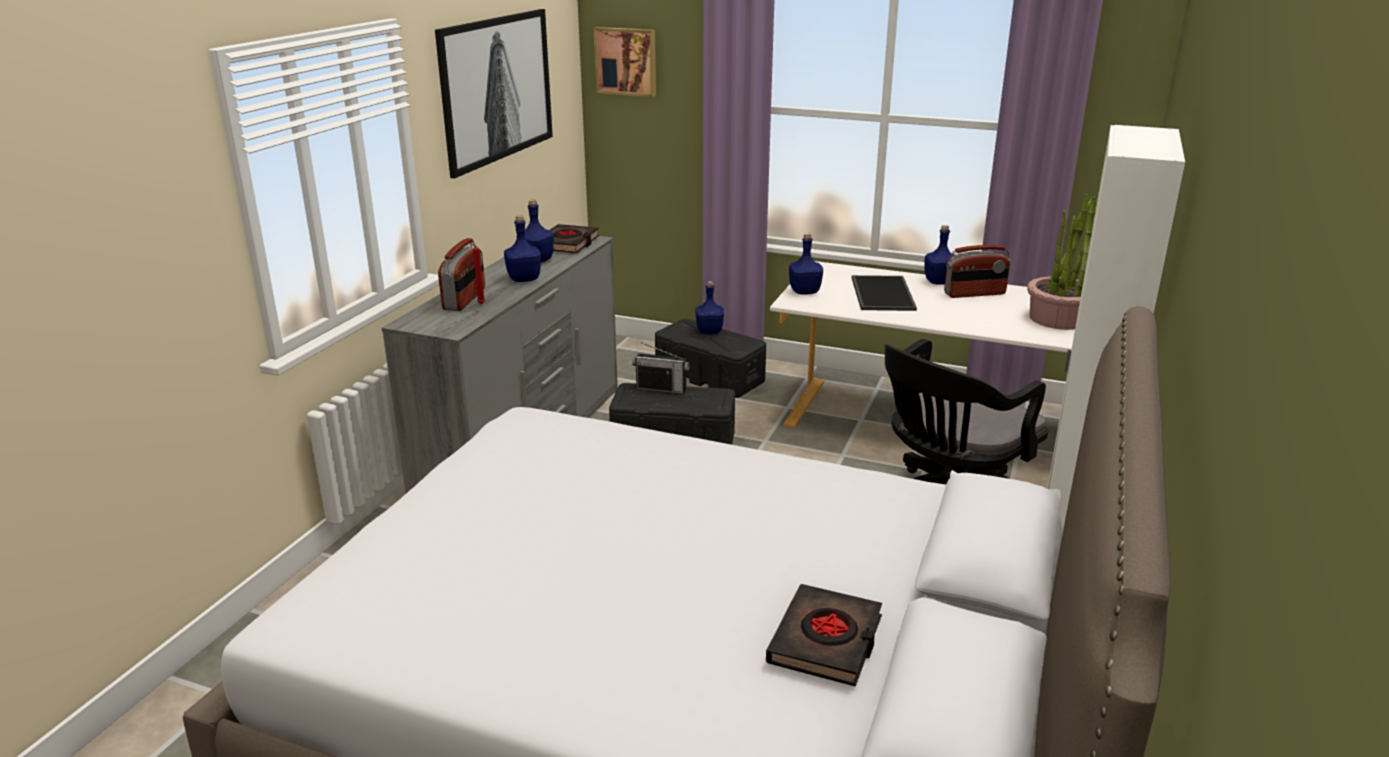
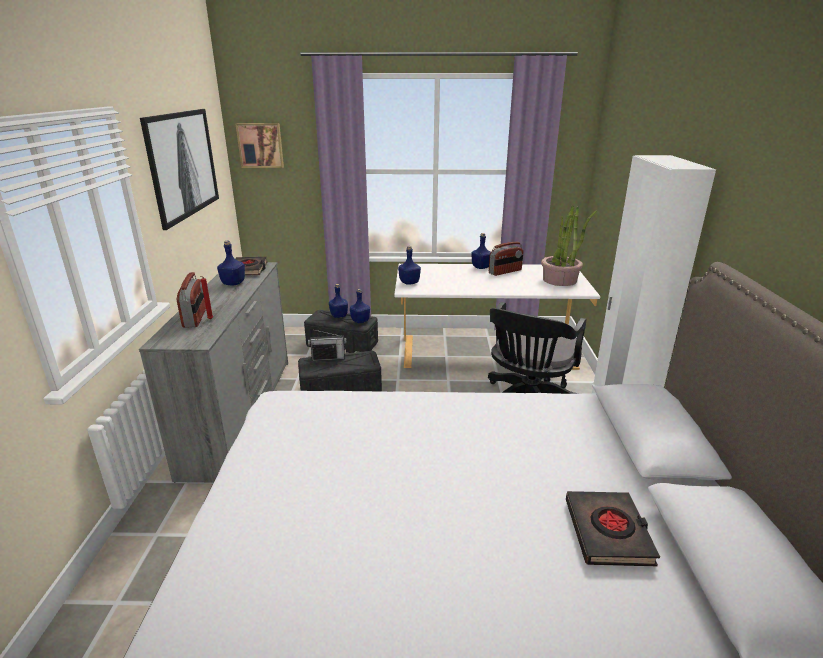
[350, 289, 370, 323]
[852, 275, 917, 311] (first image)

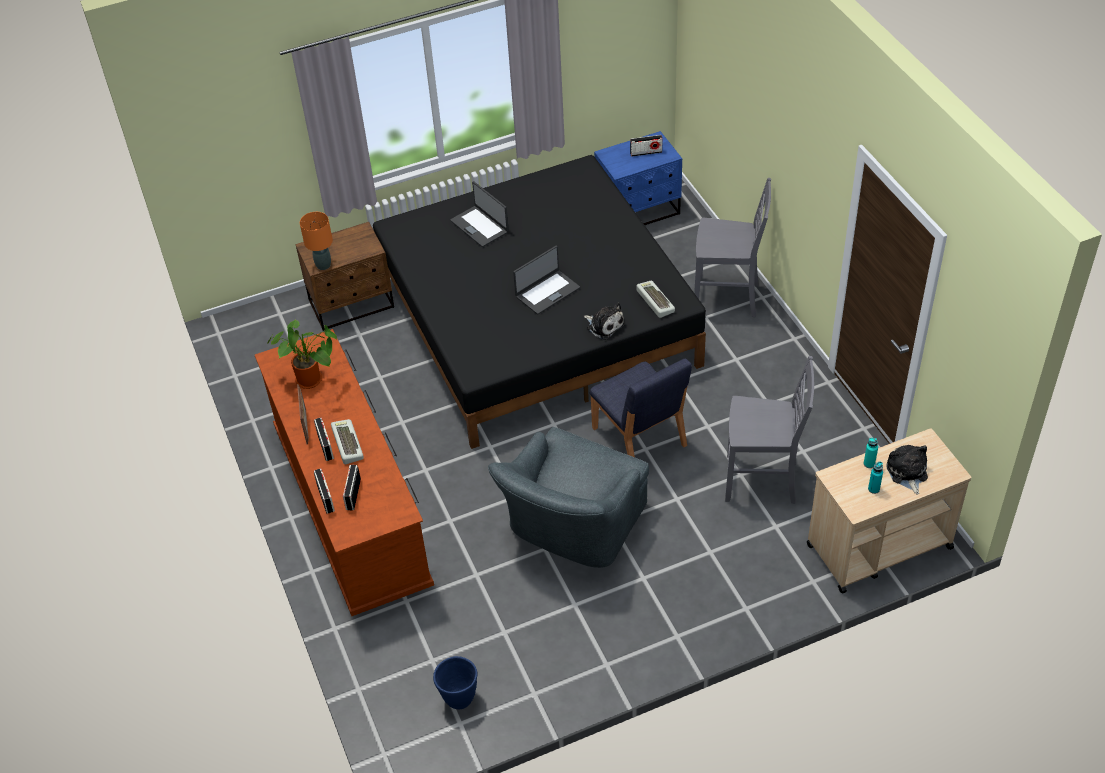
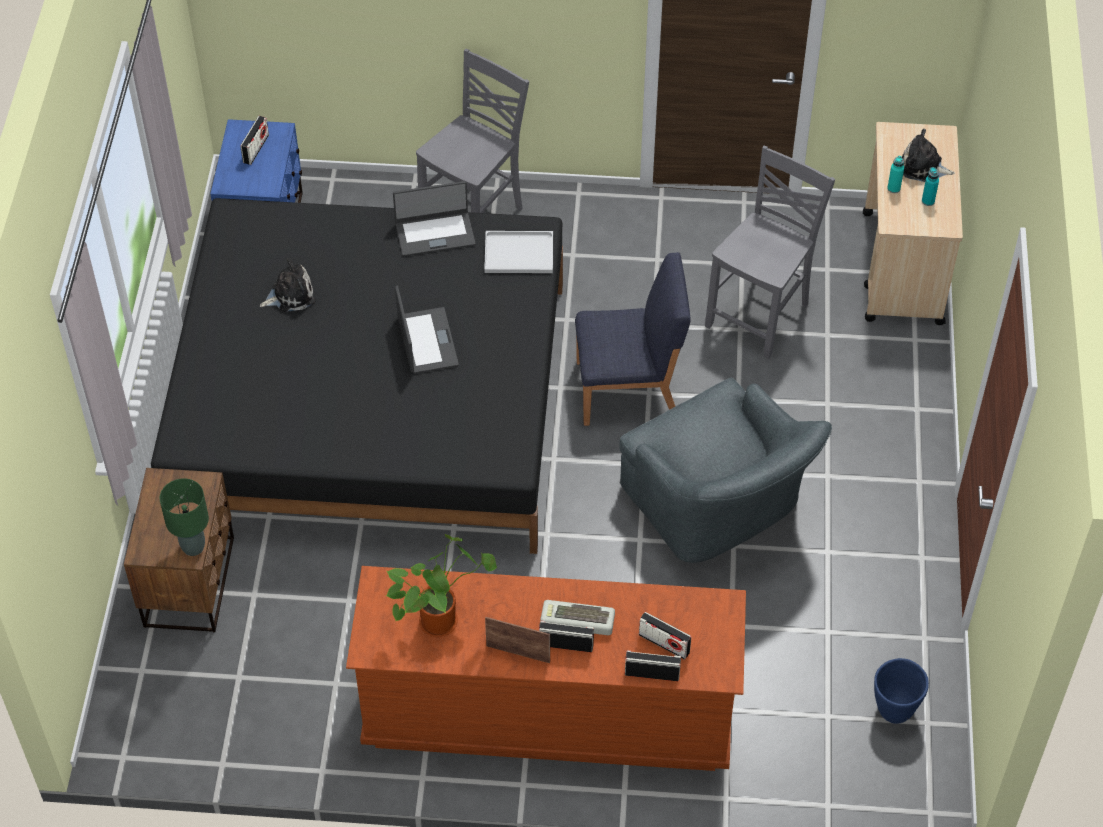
[159, 478, 209, 556]
[393, 181, 476, 256]
[260, 258, 315, 312]
[484, 231, 553, 273]

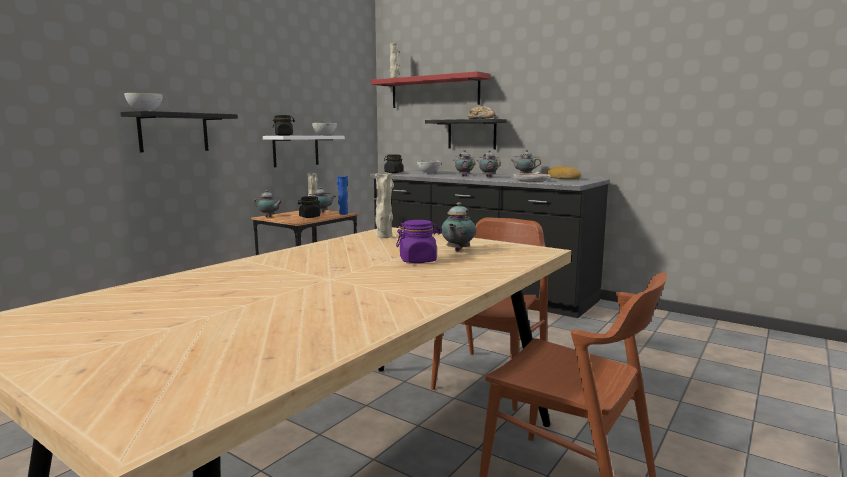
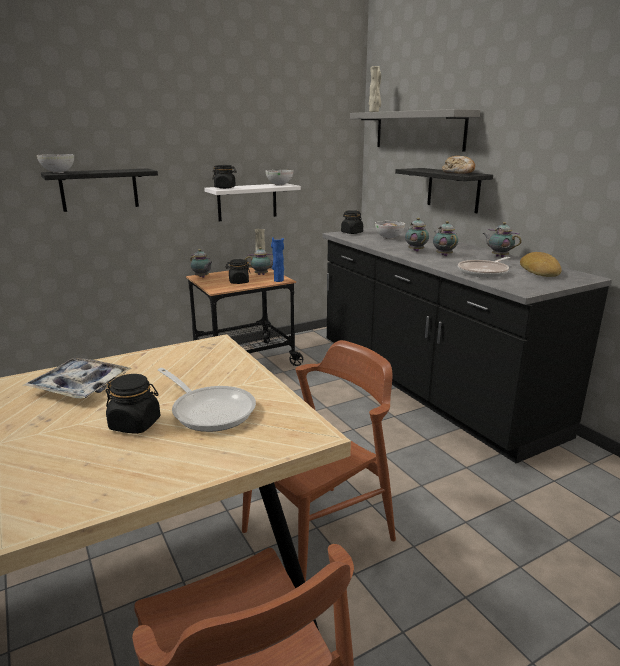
[350, 109, 480, 152]
[375, 173, 394, 238] (first image)
[106, 374, 160, 434]
[158, 368, 256, 432]
[24, 358, 131, 399]

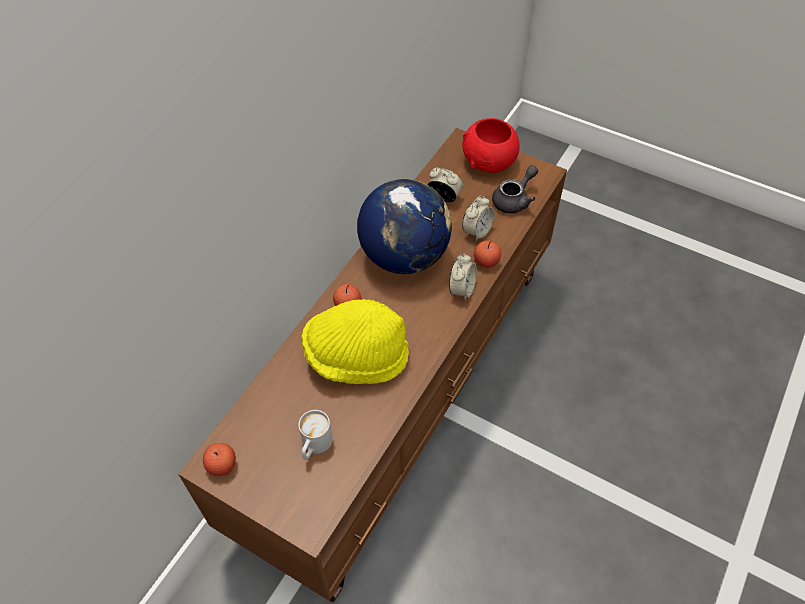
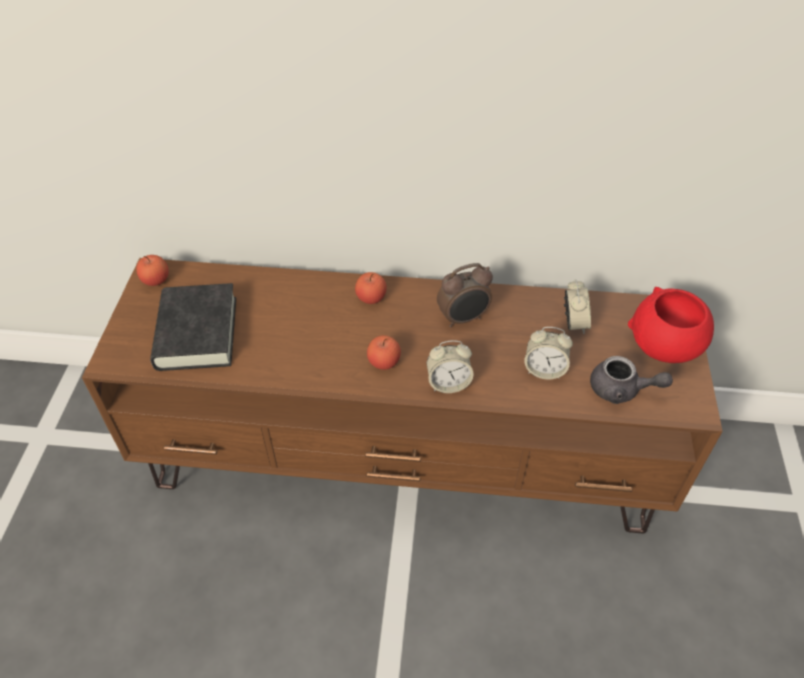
[150, 283, 236, 371]
[302, 299, 409, 384] (first image)
[437, 263, 493, 327]
[367, 335, 401, 370]

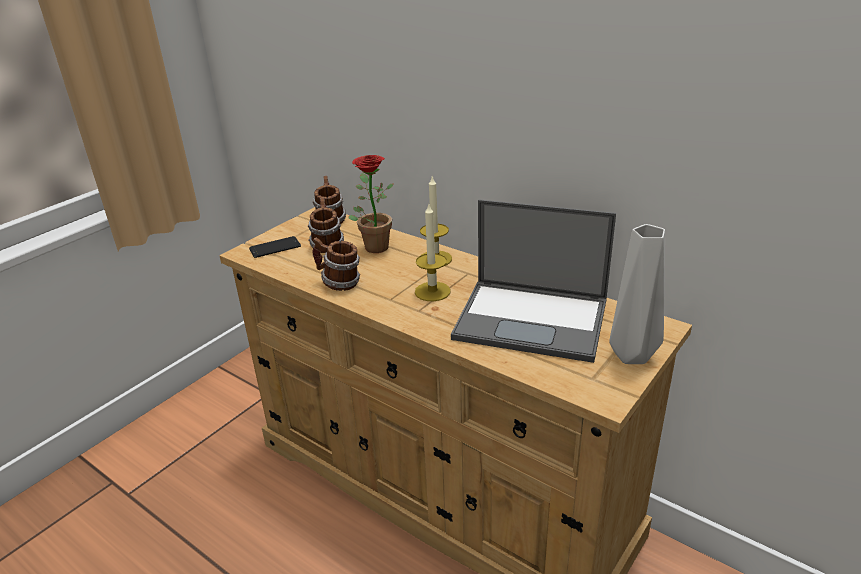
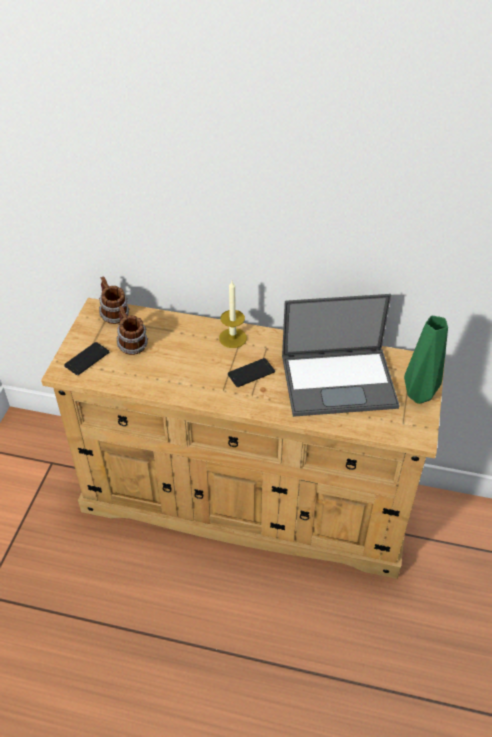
[312, 238, 360, 291] (first image)
[349, 155, 393, 253] (first image)
[228, 358, 275, 387]
[404, 316, 448, 404]

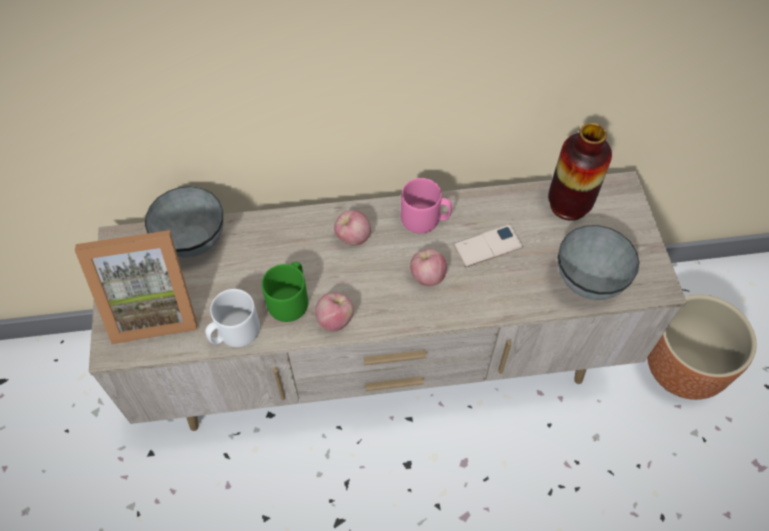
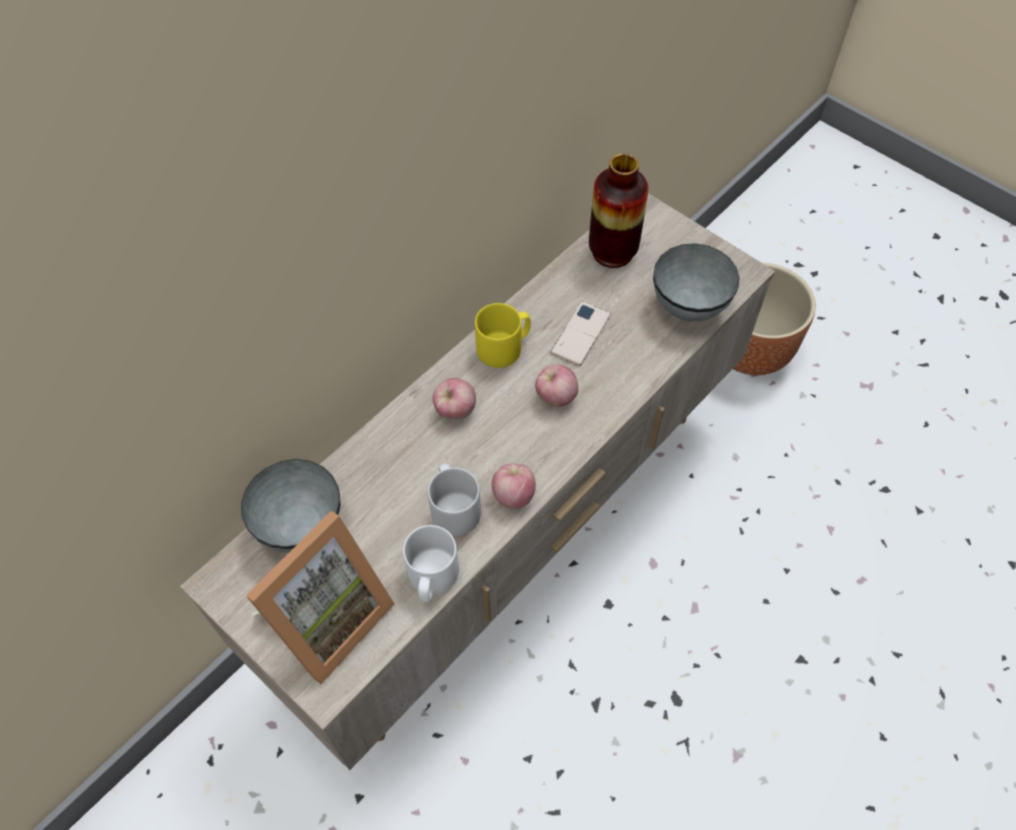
[428, 464, 481, 536]
[475, 303, 531, 368]

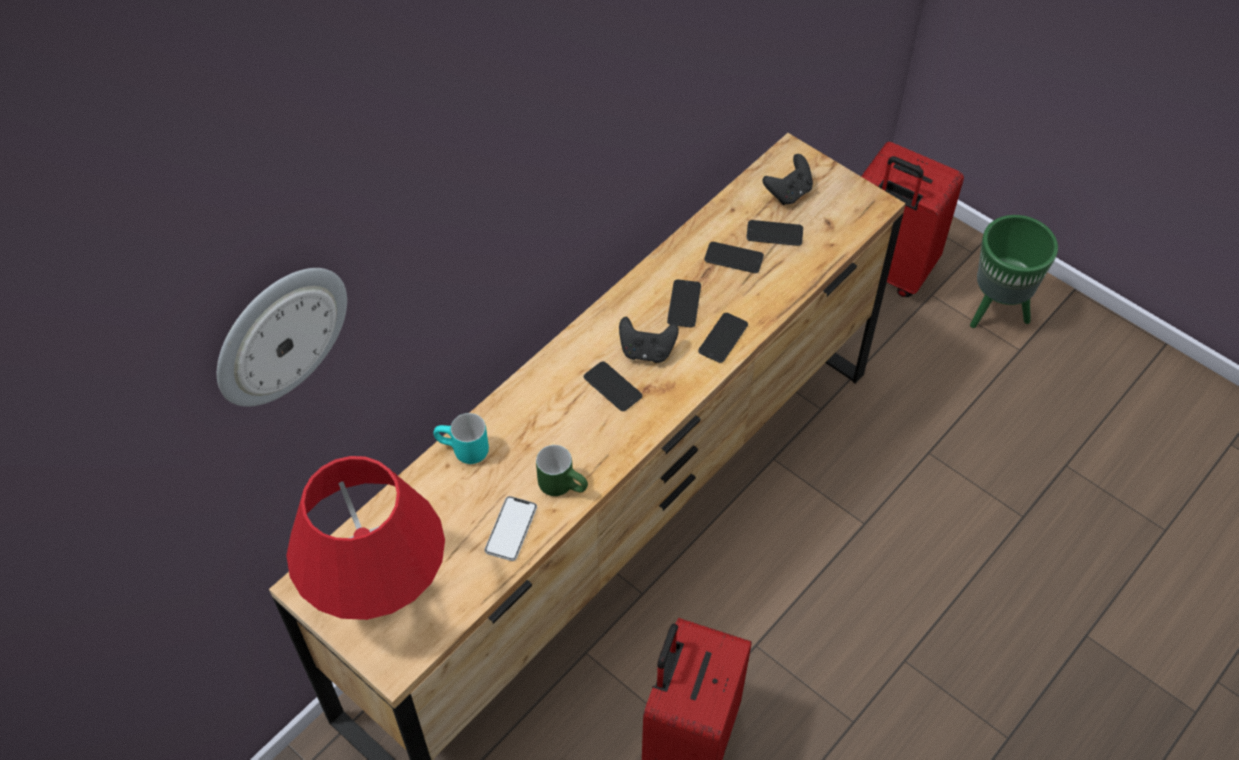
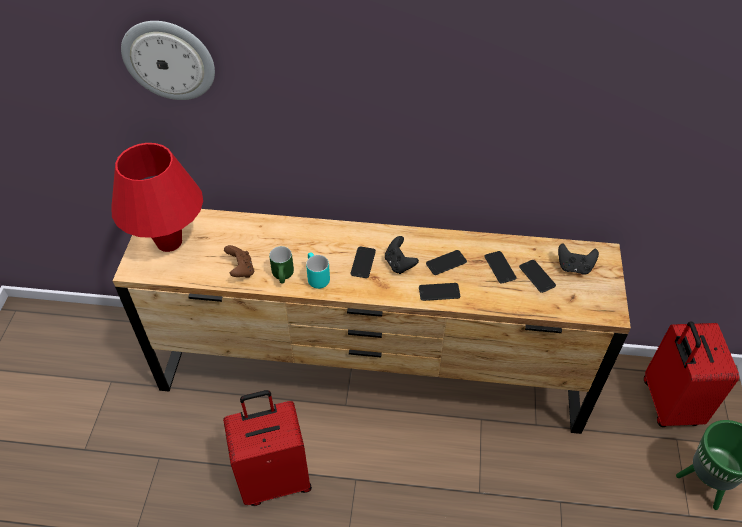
[306, 252, 330, 289]
[224, 245, 254, 278]

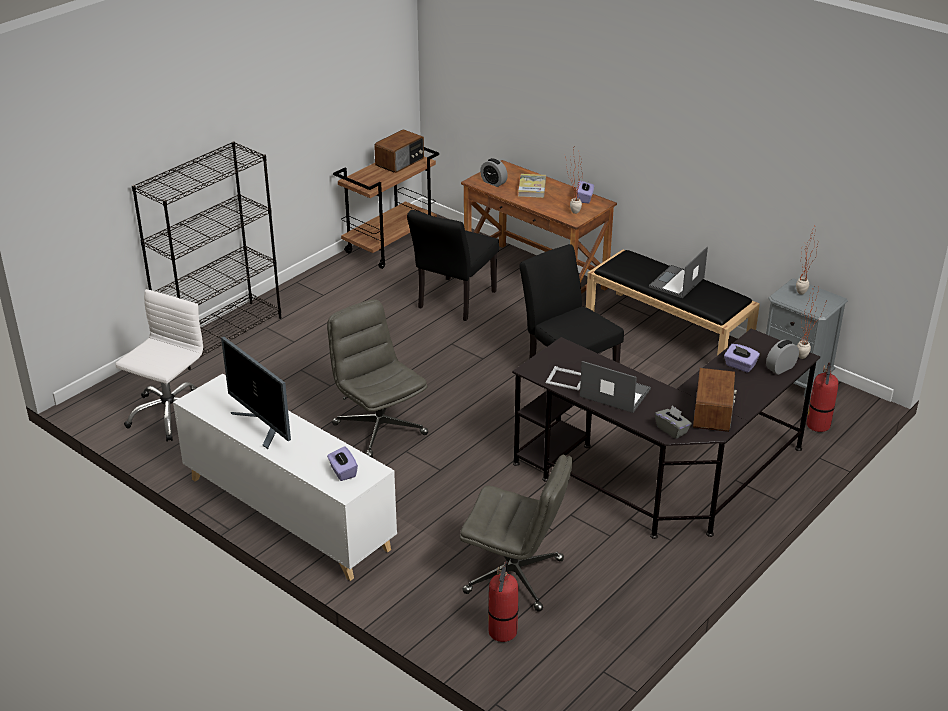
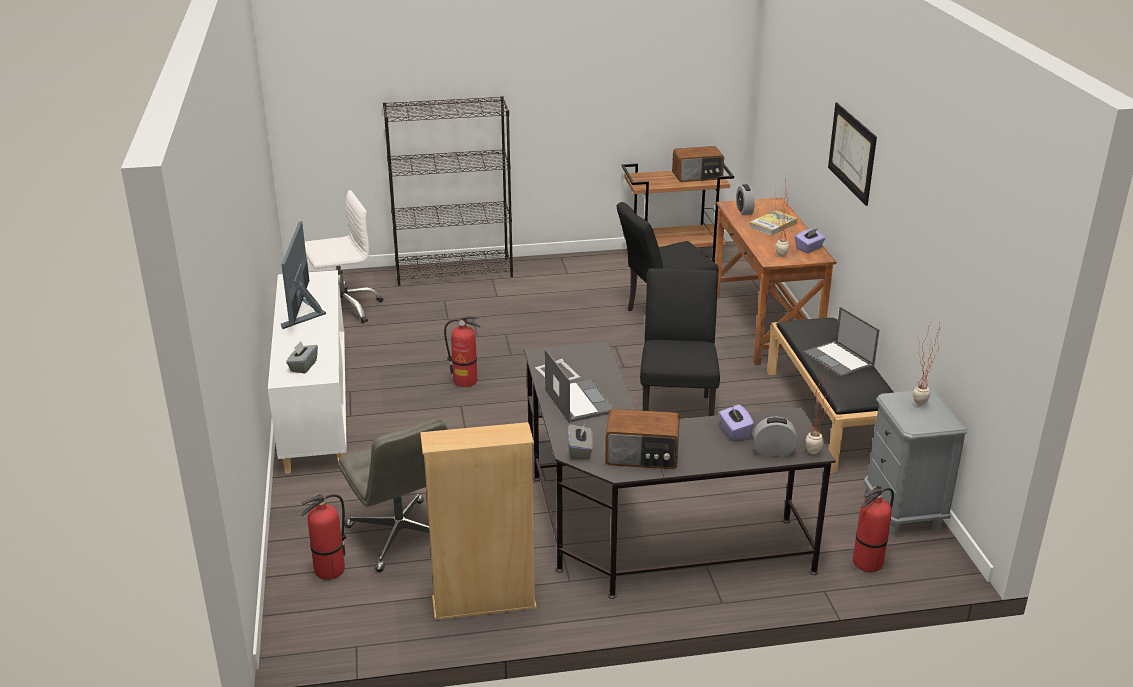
[444, 316, 480, 387]
[286, 341, 318, 374]
[803, 307, 879, 378]
[605, 409, 680, 469]
[420, 422, 537, 620]
[828, 103, 877, 206]

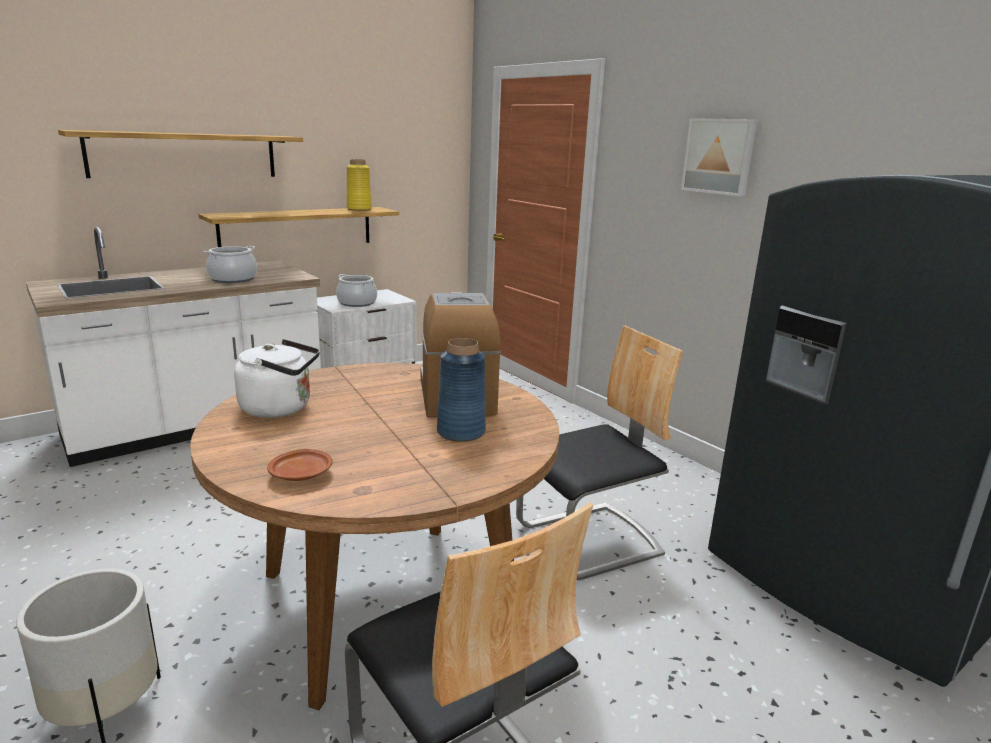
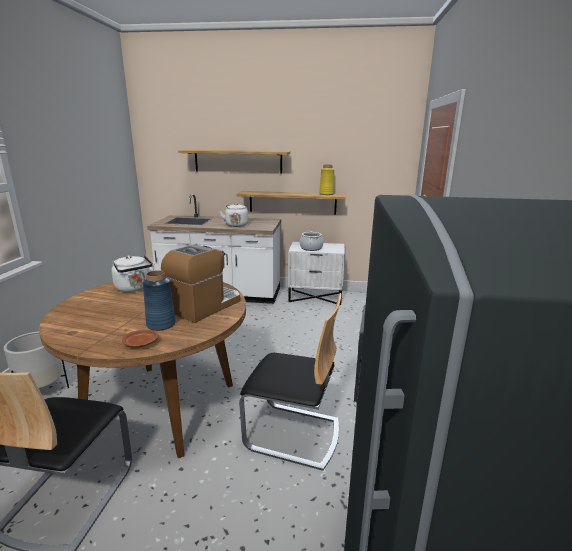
[220, 203, 248, 227]
[122, 330, 158, 347]
[681, 118, 757, 196] (first image)

